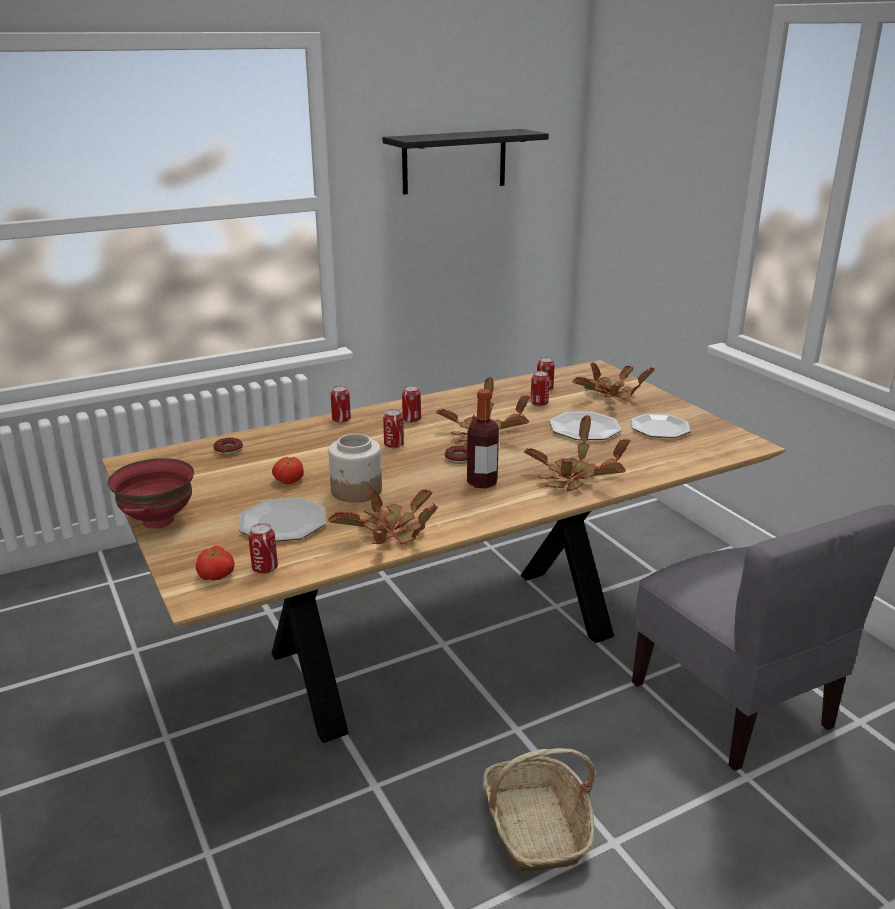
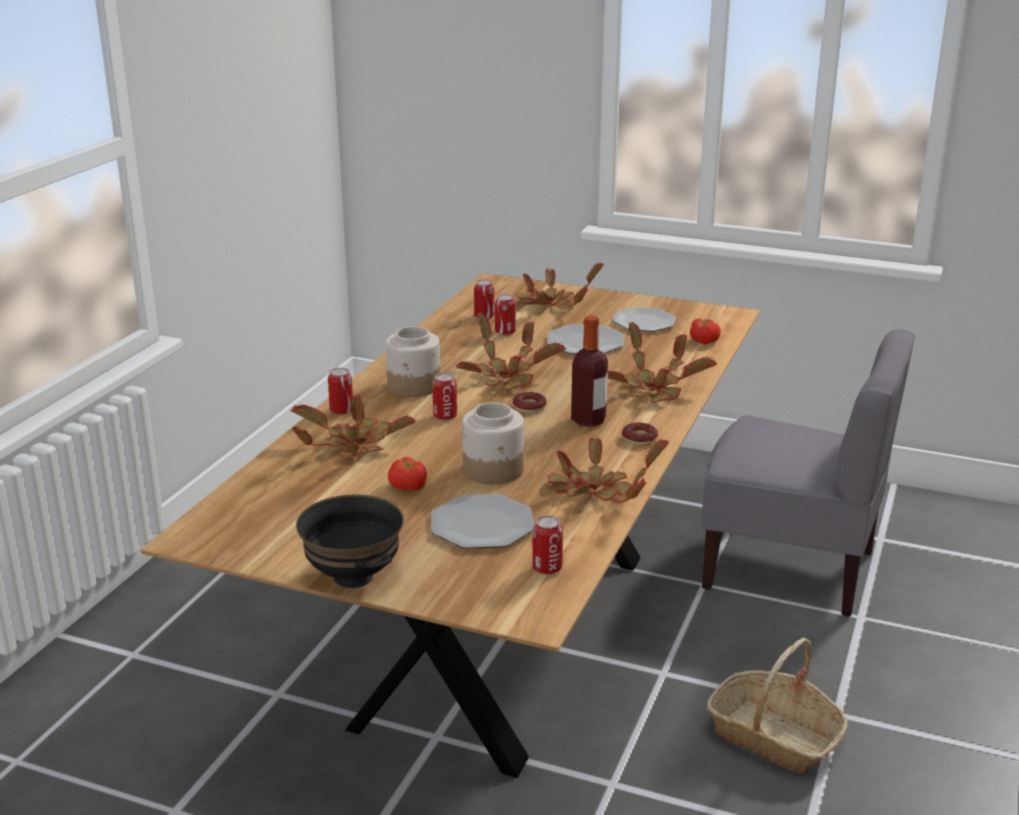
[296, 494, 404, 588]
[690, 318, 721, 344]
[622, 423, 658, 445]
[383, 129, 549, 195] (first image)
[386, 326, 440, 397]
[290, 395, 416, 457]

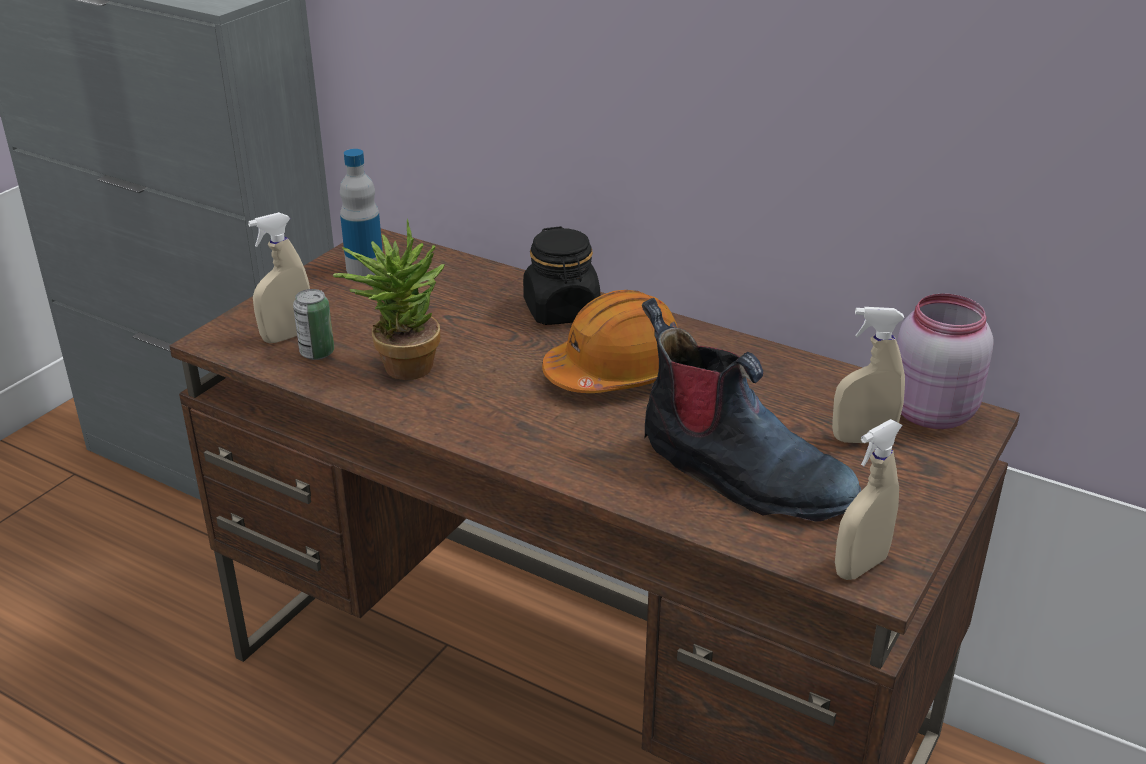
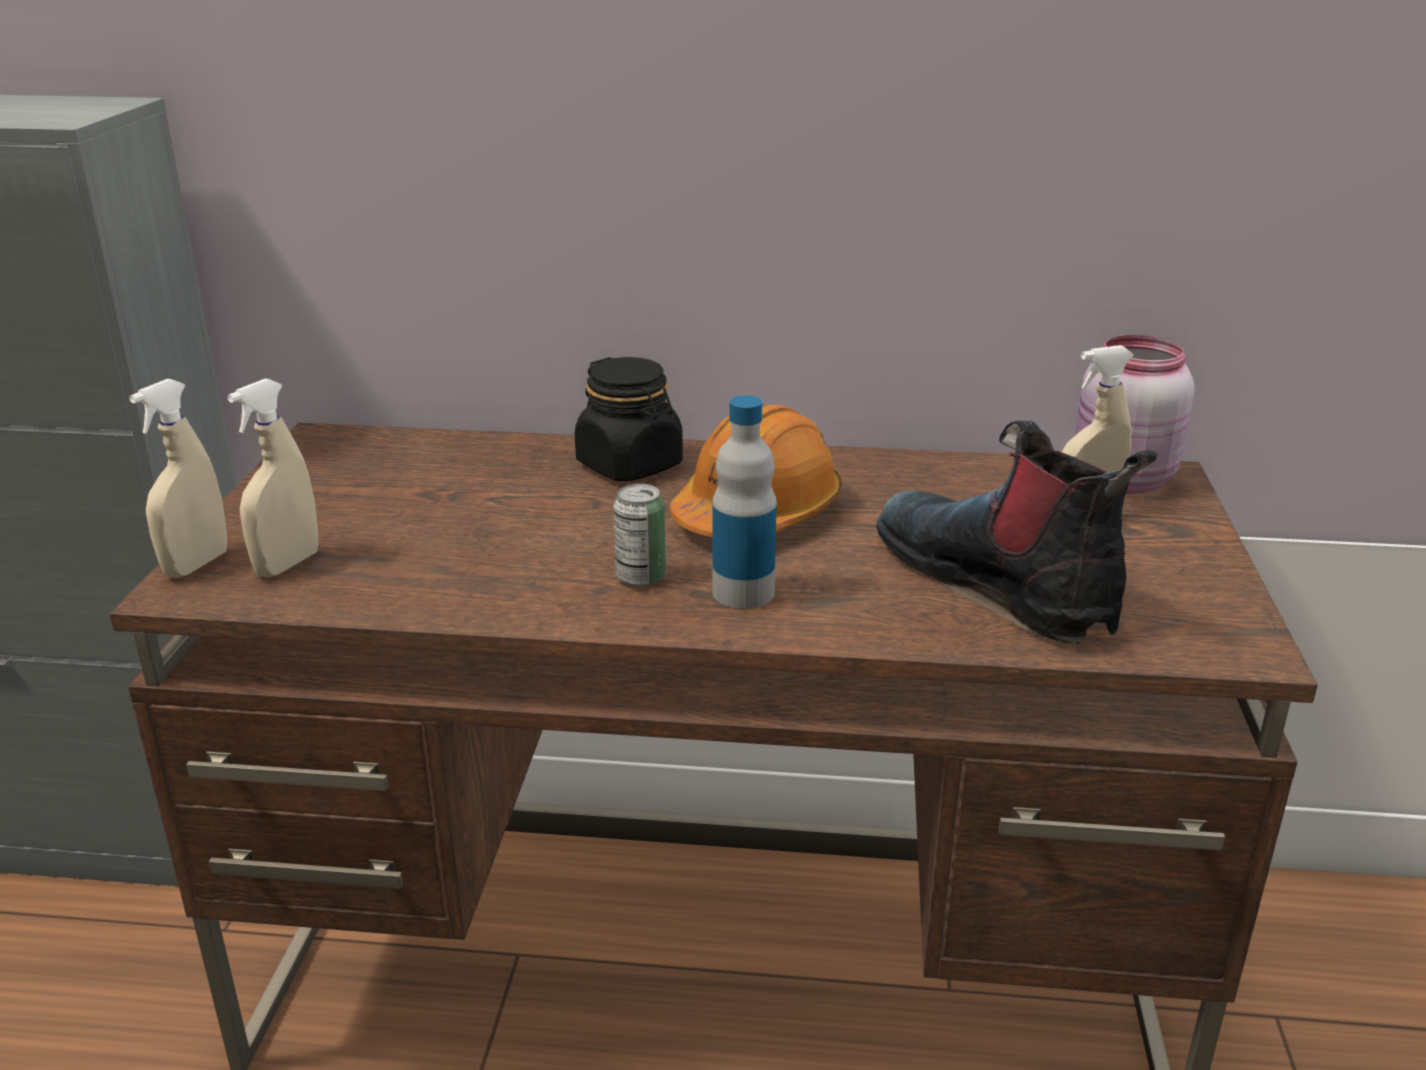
[613, 483, 666, 587]
[333, 219, 445, 380] (first image)
[712, 395, 777, 609]
[876, 420, 1158, 644]
[129, 379, 227, 578]

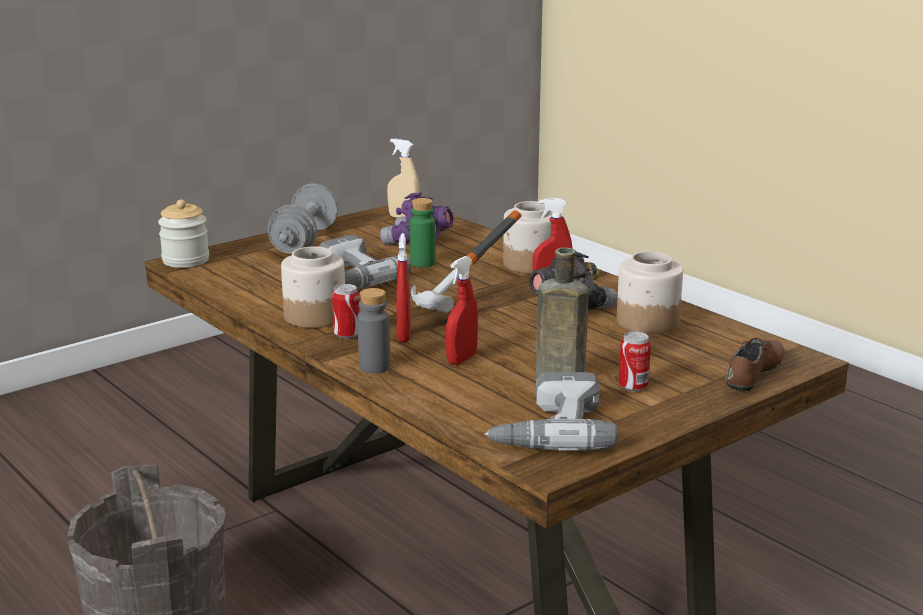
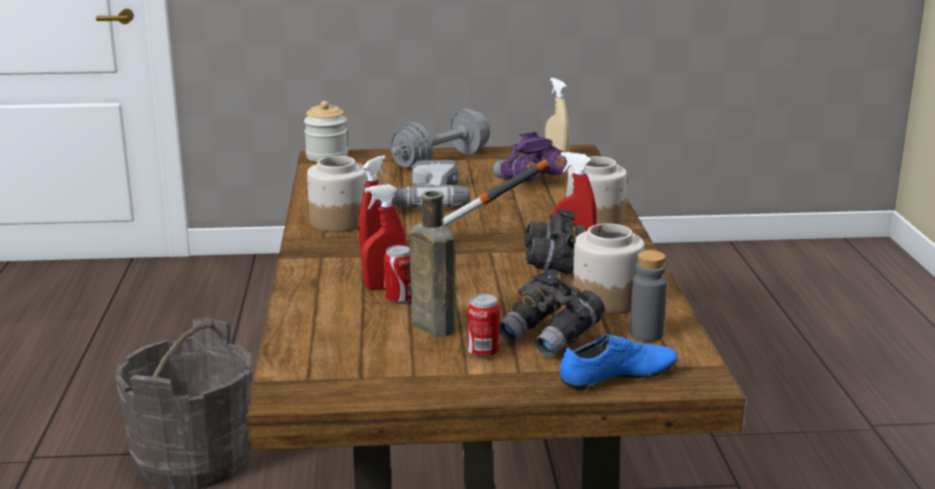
[384, 245, 411, 304]
[630, 250, 667, 342]
[410, 198, 436, 267] (first image)
[485, 372, 618, 451] (first image)
[560, 334, 678, 392]
[500, 269, 605, 358]

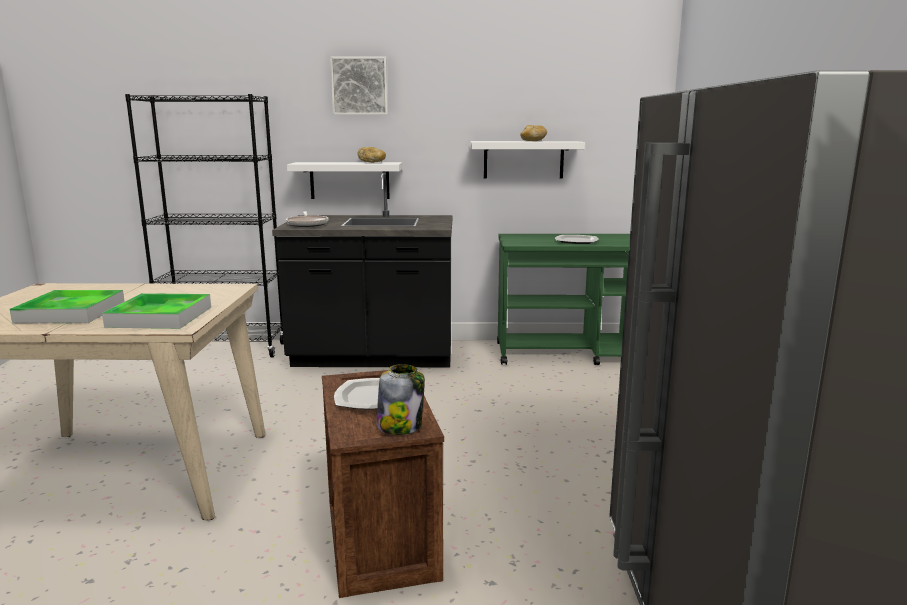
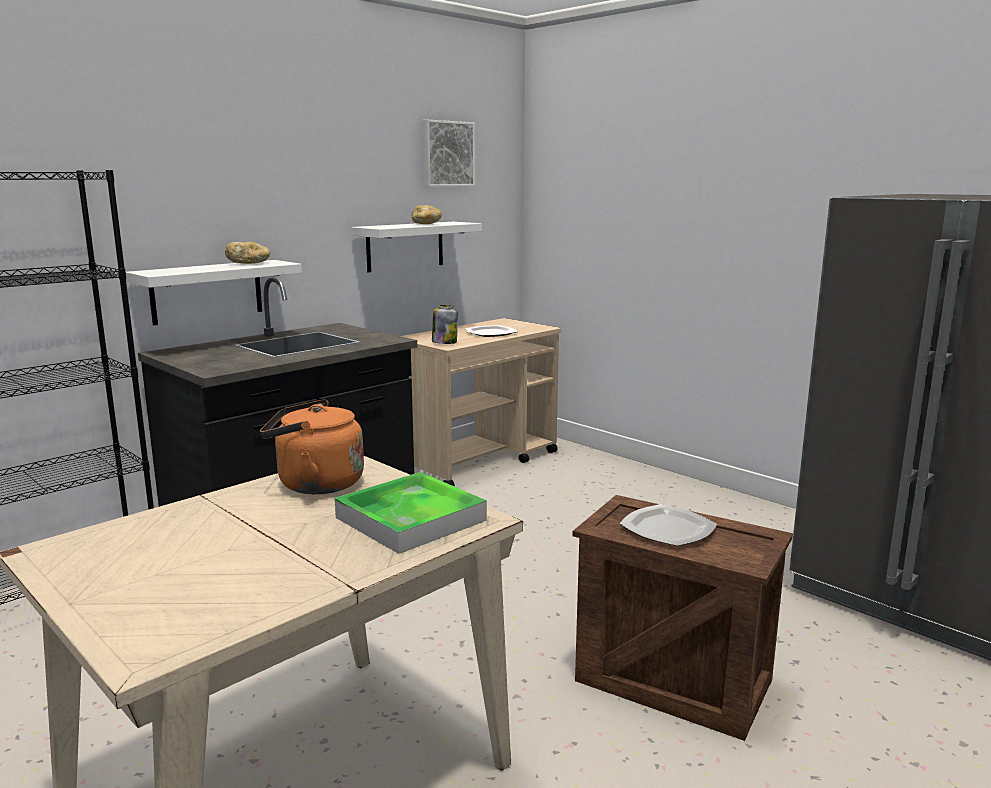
[10, 290, 125, 323] (first image)
[286, 212, 328, 227] (first image)
[422, 120, 476, 187]
[432, 305, 458, 344]
[401, 318, 561, 486]
[260, 399, 364, 494]

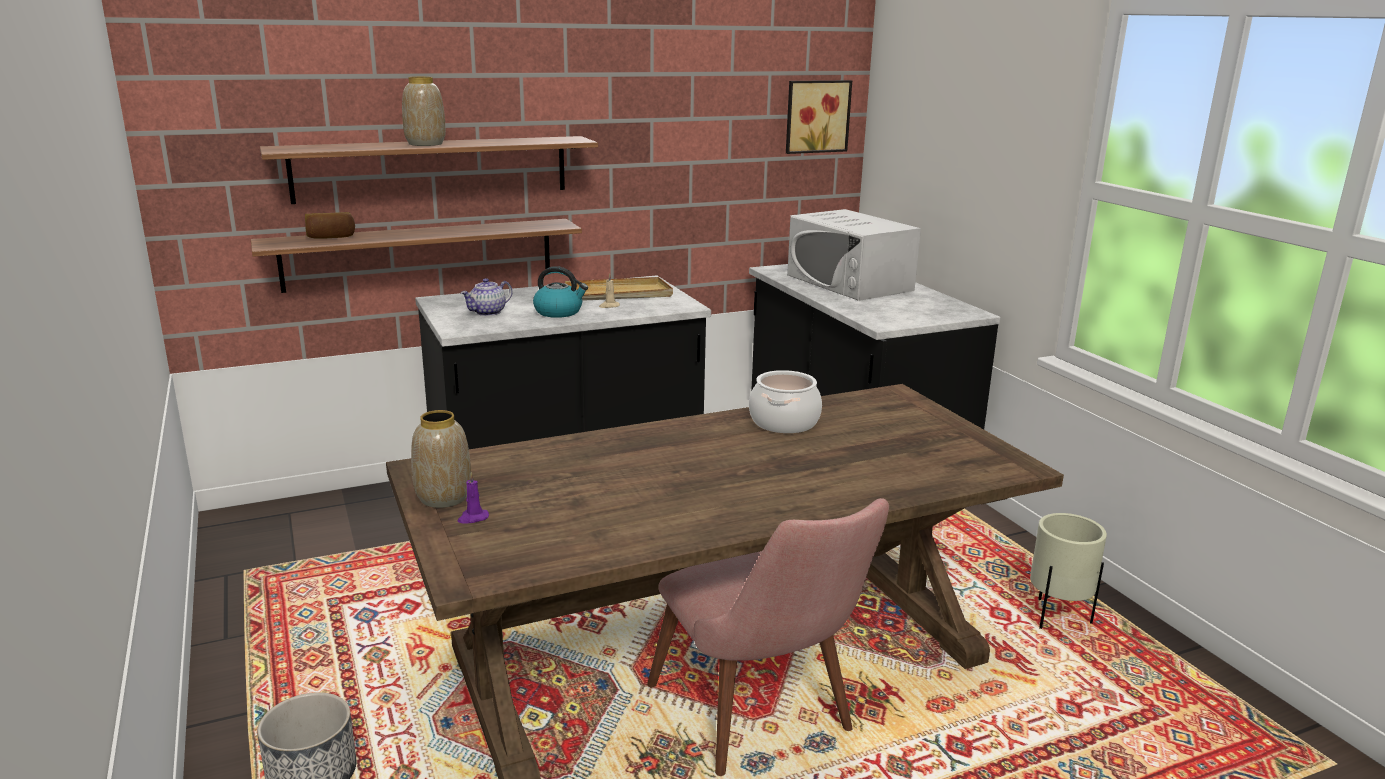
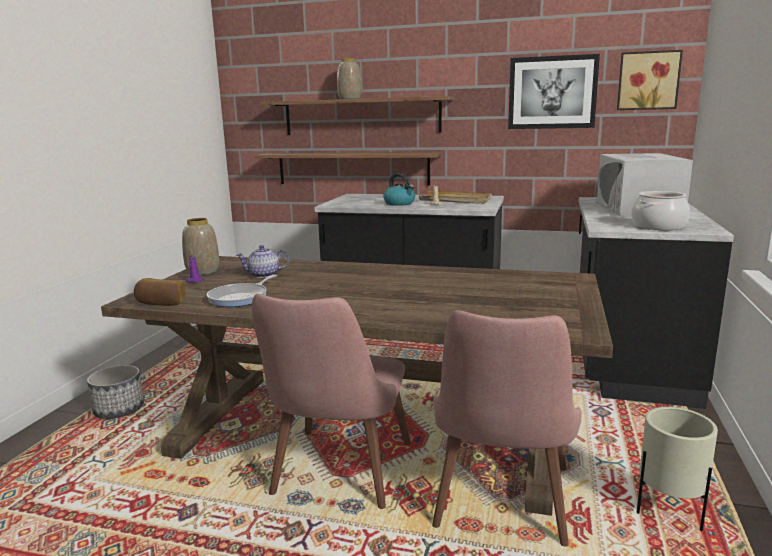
[134, 278, 185, 306]
[236, 245, 289, 278]
[631, 191, 690, 230]
[207, 275, 277, 307]
[432, 310, 582, 547]
[508, 54, 600, 129]

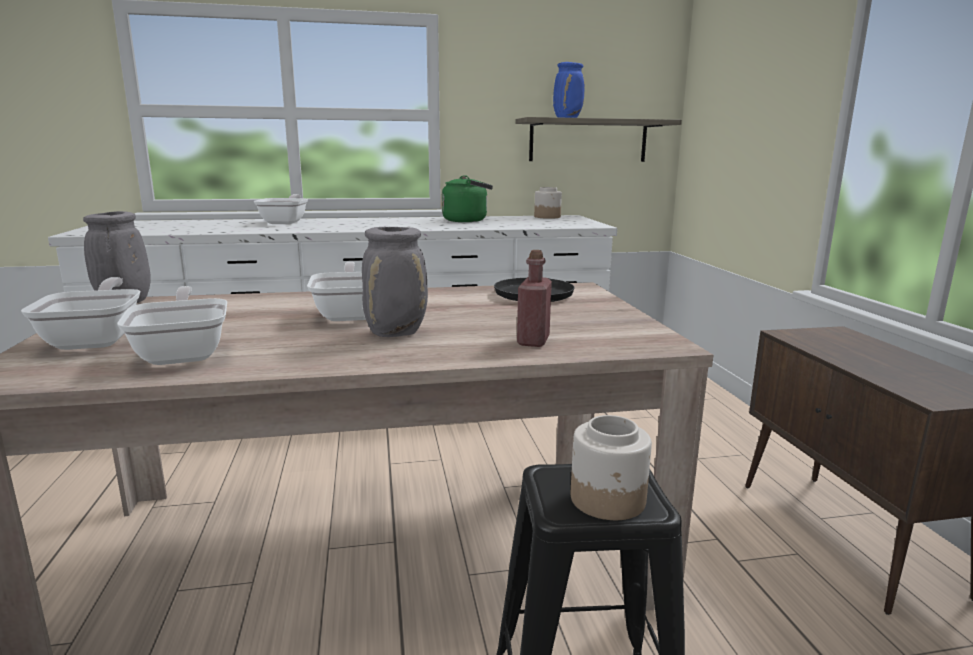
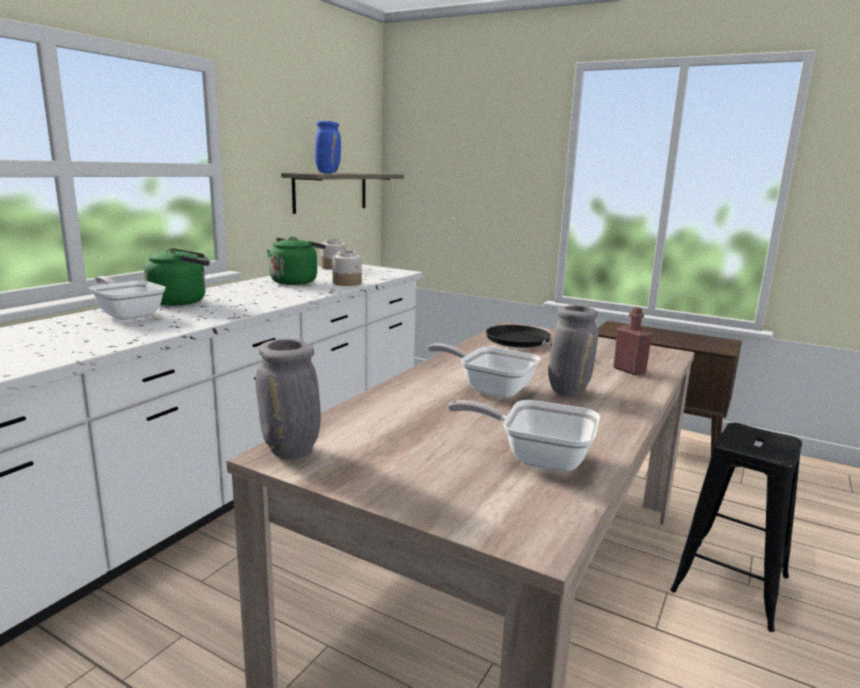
[21, 277, 140, 350] (first image)
[332, 251, 362, 286]
[144, 248, 210, 306]

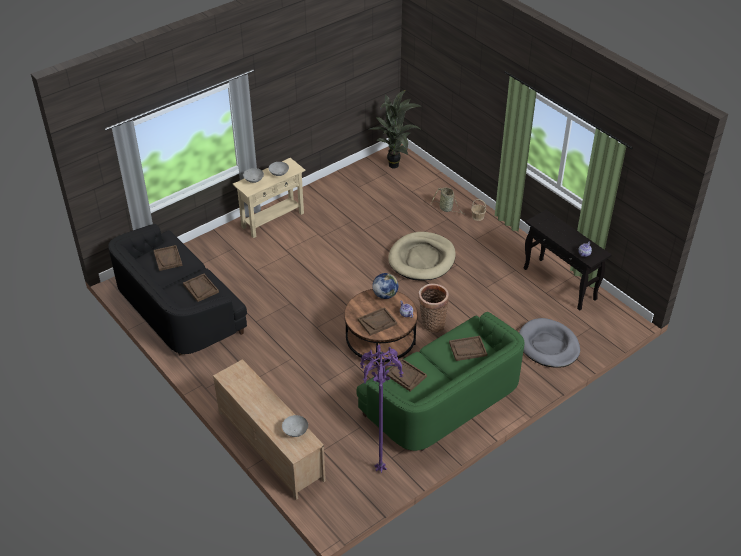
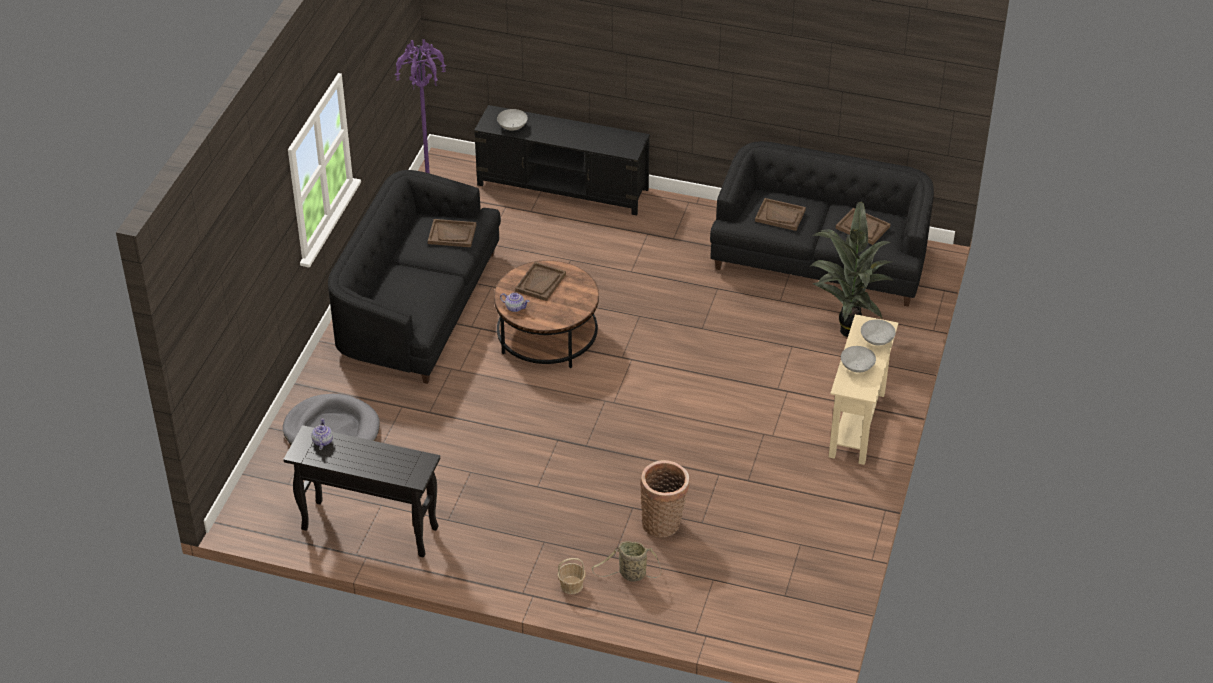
[474, 105, 650, 215]
[328, 170, 501, 384]
[810, 202, 895, 337]
[372, 273, 399, 299] (first image)
[388, 232, 456, 281] (first image)
[640, 460, 690, 538]
[449, 336, 487, 361] (first image)

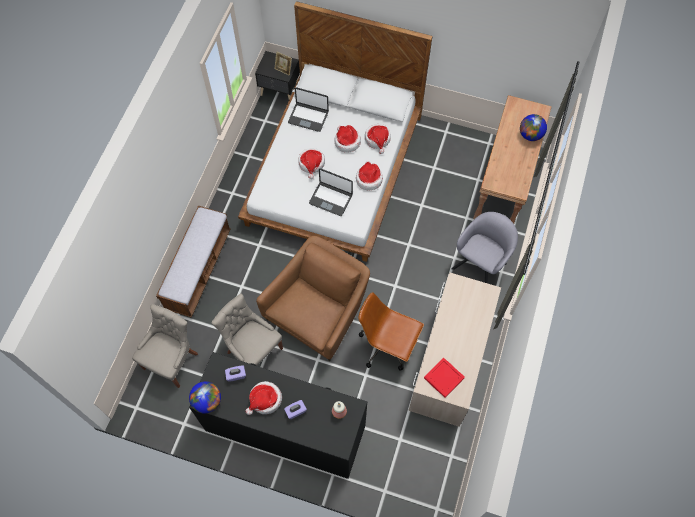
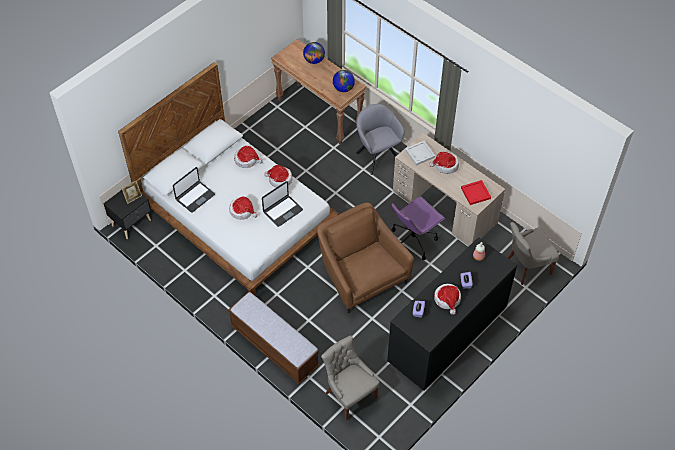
[333, 70, 355, 92]
[507, 222, 559, 285]
[429, 152, 459, 174]
[392, 196, 445, 260]
[405, 141, 435, 166]

